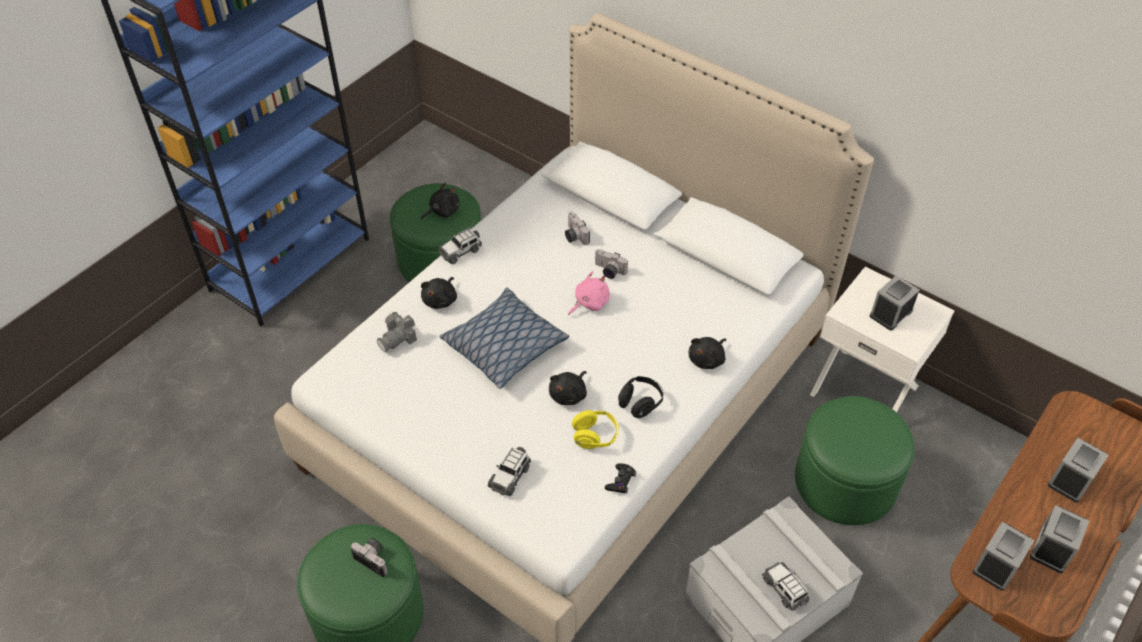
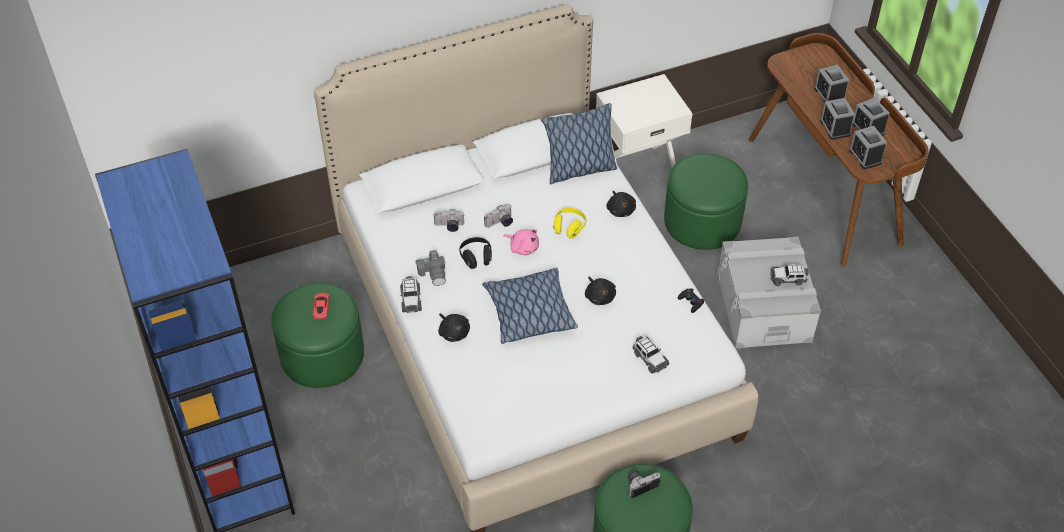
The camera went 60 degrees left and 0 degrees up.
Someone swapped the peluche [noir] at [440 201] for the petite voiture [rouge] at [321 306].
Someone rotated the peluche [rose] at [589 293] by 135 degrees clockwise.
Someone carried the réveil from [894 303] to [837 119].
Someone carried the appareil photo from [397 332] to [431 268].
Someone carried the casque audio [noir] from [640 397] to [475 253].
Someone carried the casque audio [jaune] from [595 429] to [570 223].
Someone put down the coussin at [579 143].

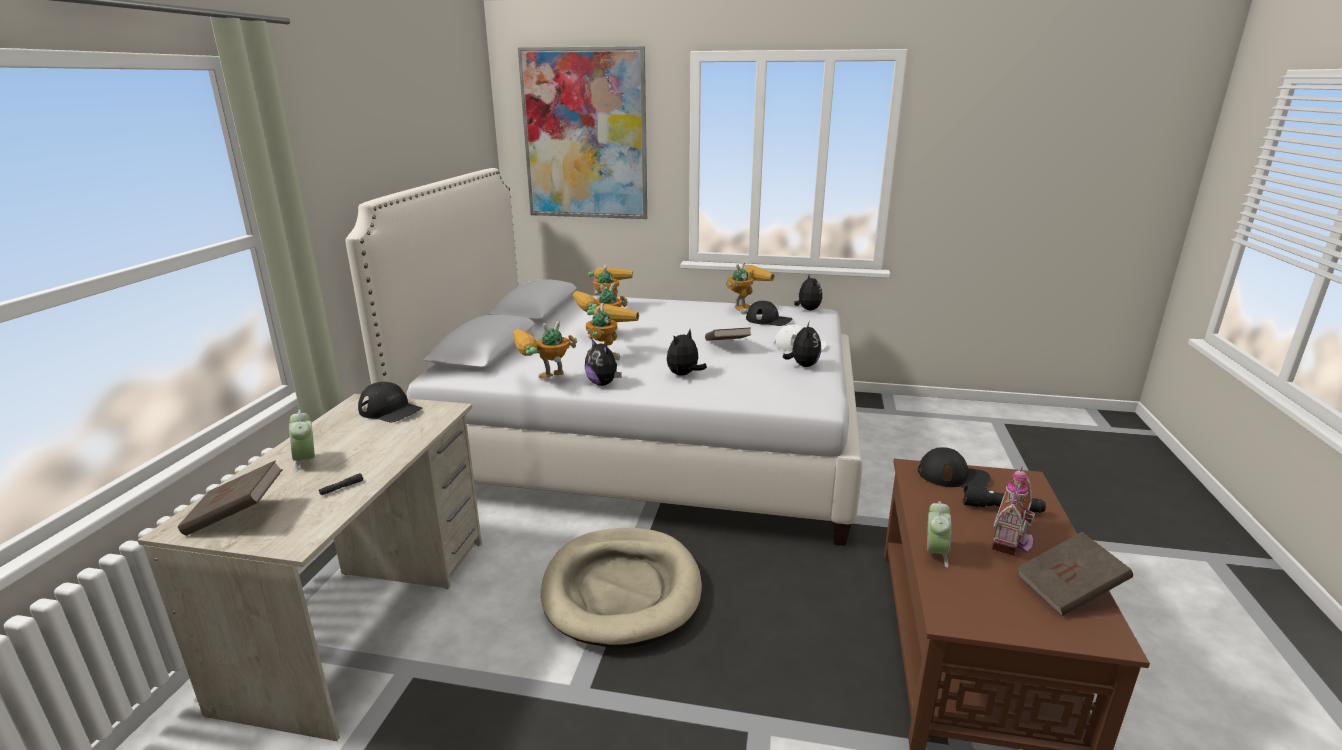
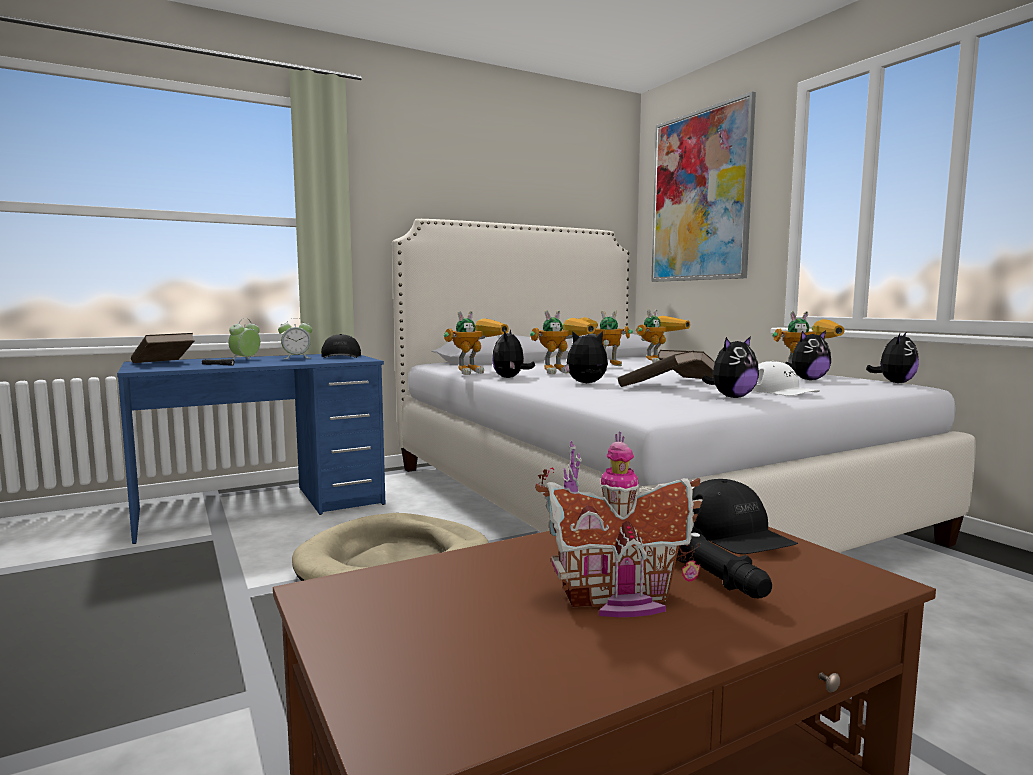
The camera went 50 degrees right and 15 degrees down.
Someone swapped the casquette [noir] at [769 313] for the peluche at [808 355].
Someone rotated the robot jouet at [545 350] by 120 degrees clockwise.
Someone repainted the bureau [beige] at [310 567], which became the bureau [bleu] at [251 449].
Someone carried the réveil from [939 534] to [295 338].
Someone carried the livre [marron] from [1075 574] to [657 368].

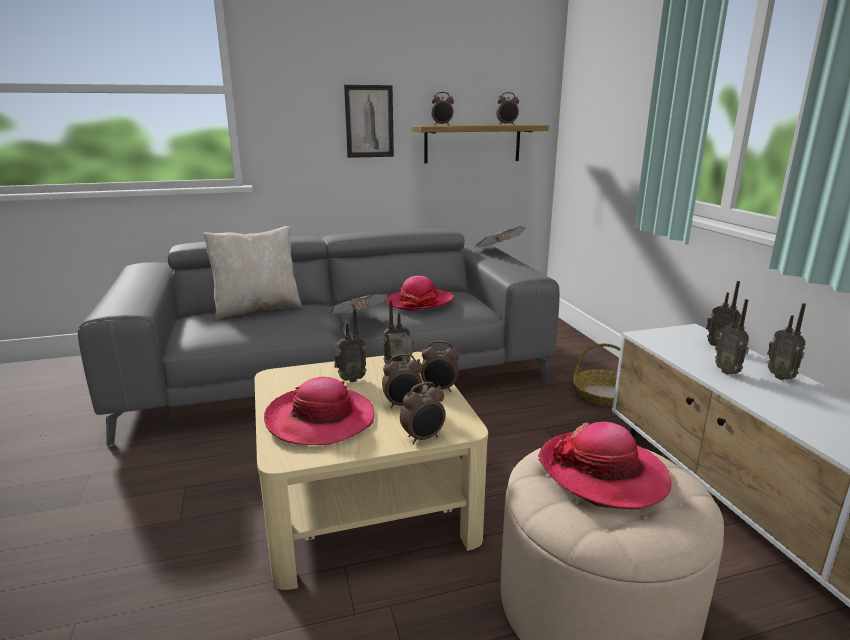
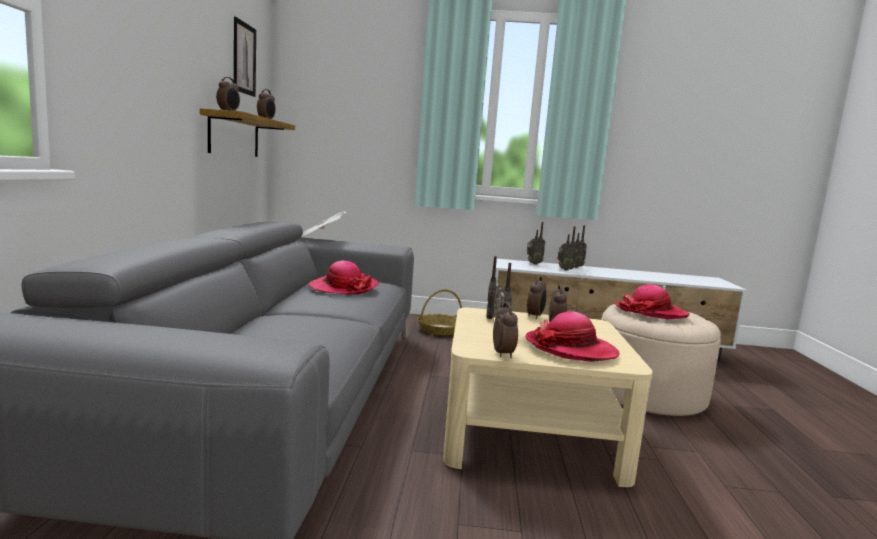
The camera went 70 degrees left and 10 degrees down.
Someone carried the tableau from [369 121] to [245 57].
Someone took away the coussin [beige] at [253 273].
Someone took away the journal at [358 304].
Someone carried the réveil from [423 413] to [505 330].

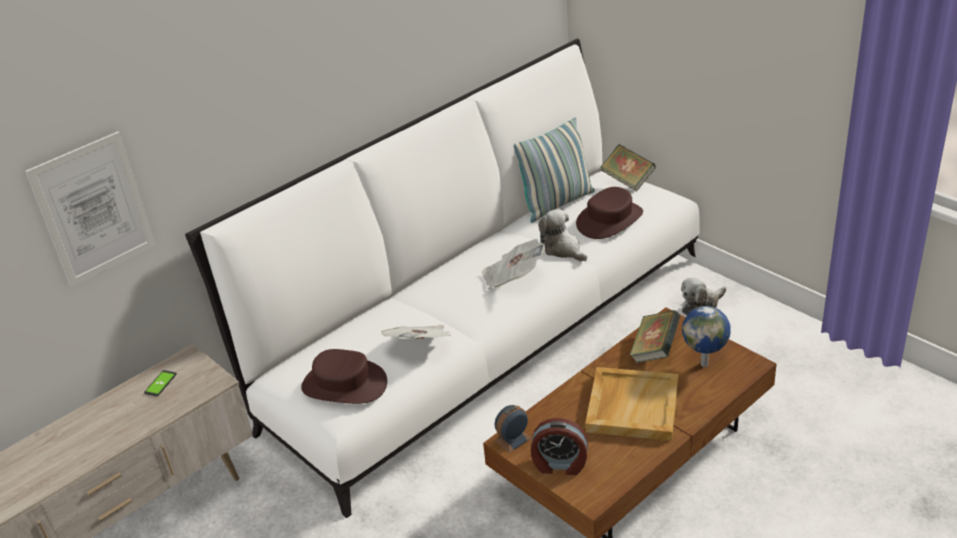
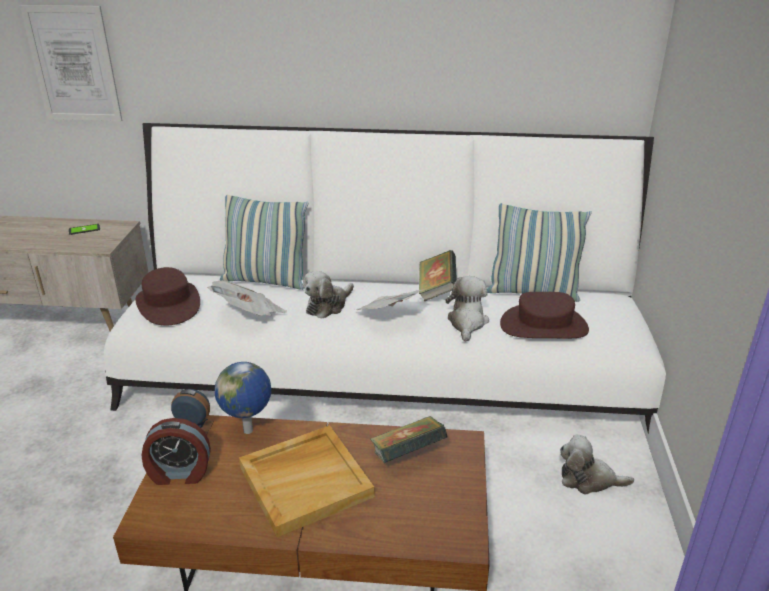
The camera went 45 degrees right and 5 degrees down.
Someone carried the livre from [628 167] to [438 275].
Someone carried the globe from [706 336] to [243 398].
Someone rotated the réveil at [559 446] by 60 degrees counterclockwise.
Someone put down the coussin at [264 242].
Someone put down the peluche at [328 294].

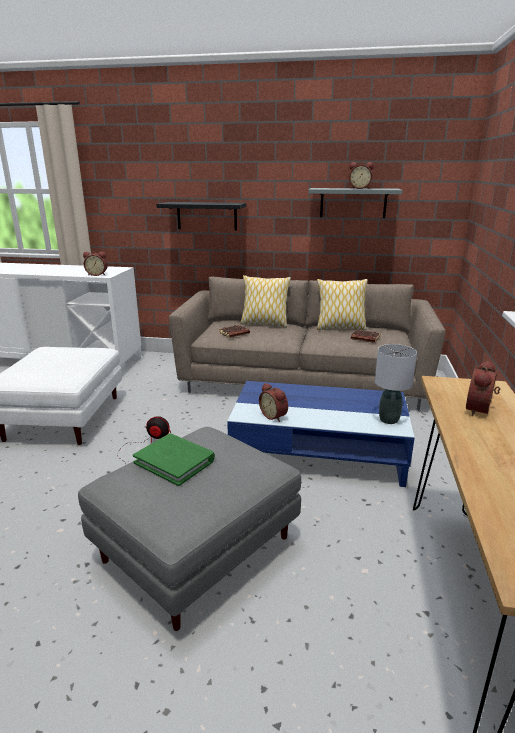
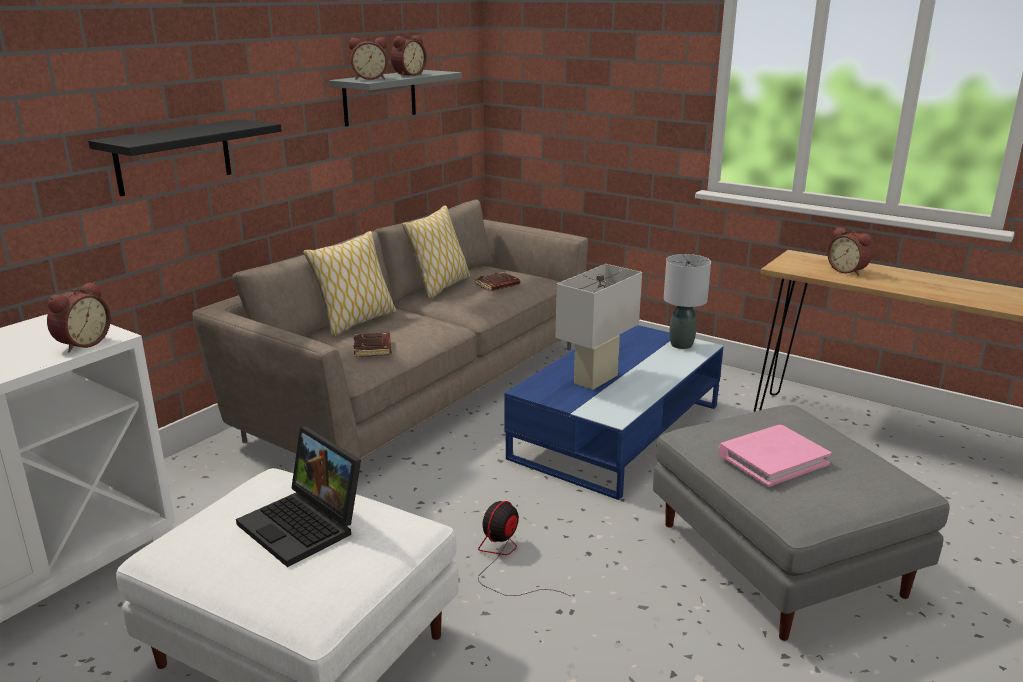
The camera went 65 degrees left and 0 degrees up.
Someone carried the réveil from [273 402] to [368 58].
Someone repainted the livre [vert] at [174 459], which became the livre [rose] at [775 456].
Someone put down the lampe de table [blanc] at [599 327].
Someone put down the ordinateur portable at [298 497].

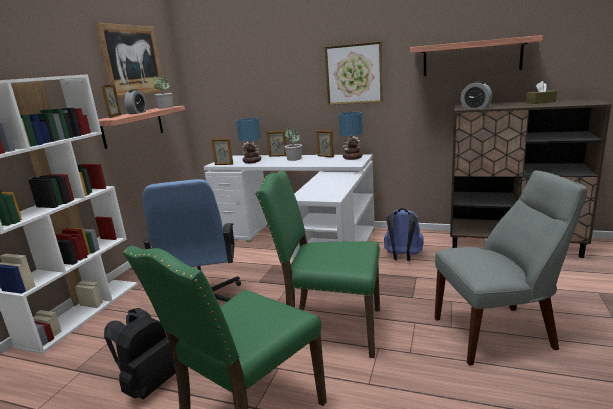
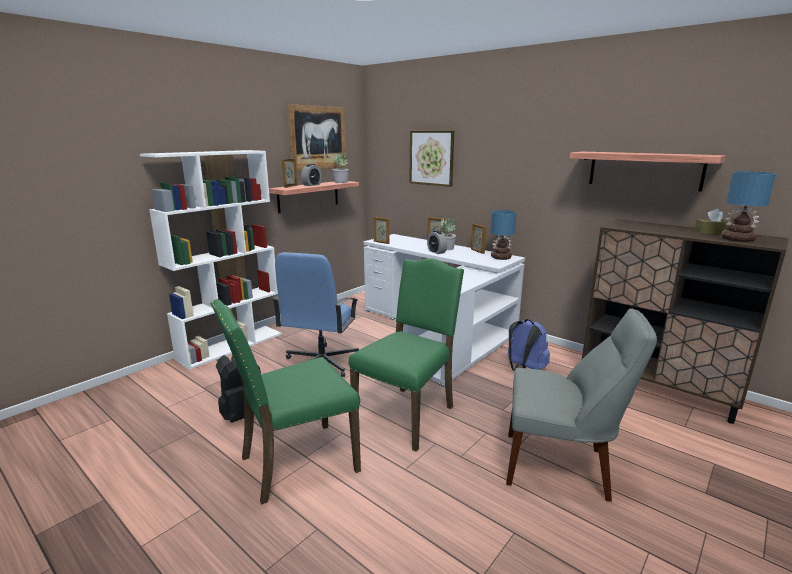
The camera went 20 degrees right and 0 degrees up.
Someone carried the tableau from [353 73] to [431 159].
Someone carried the réveil from [476 95] to [437 242].
Someone carried the lampe de table from [248 140] to [748 206].
Someone rotated the chaise [vert] at [317 264] by 90 degrees clockwise.

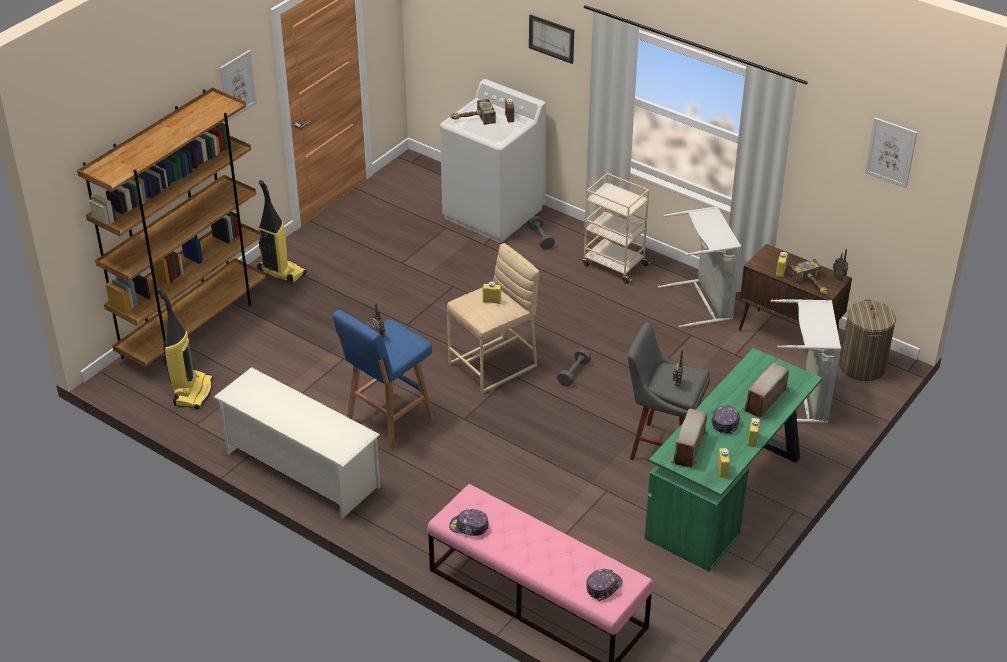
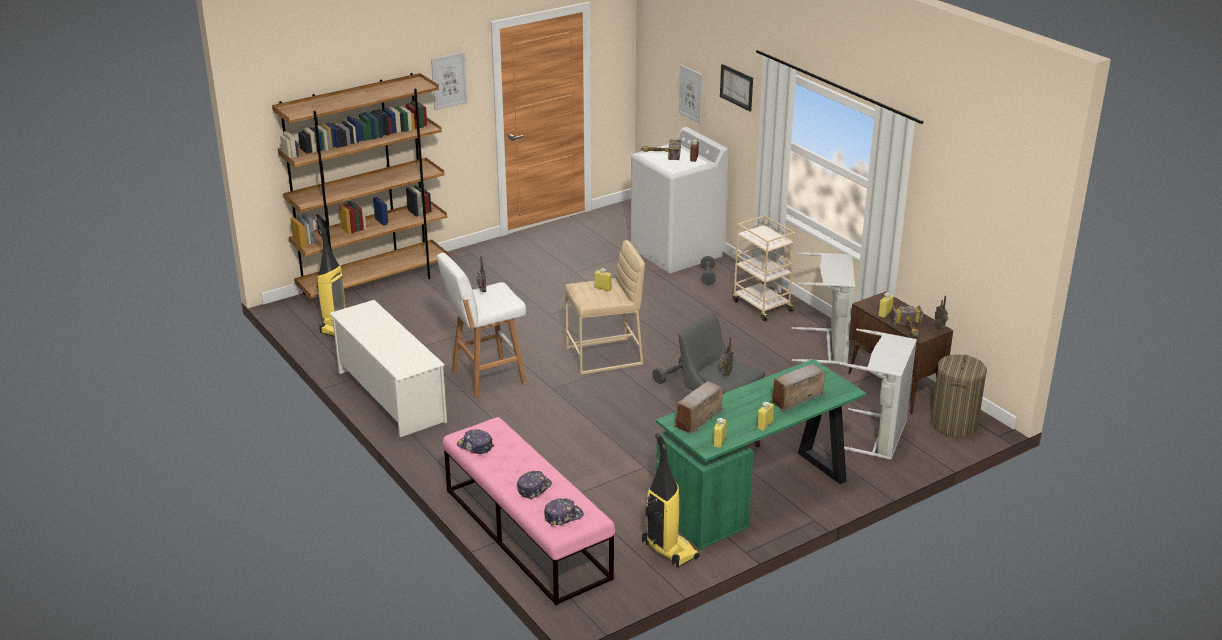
The camera went 20 degrees right and 10 degrees down.
Someone carried the tableau from [891 152] to [691 94].
Someone carried the aspirateur from [282 232] to [670 500].
Someone repainted the tabouret [bleu] at [383 380], which became the tabouret [blanc] at [482 326].
Someone carried the casquette from [725 420] to [534 485].

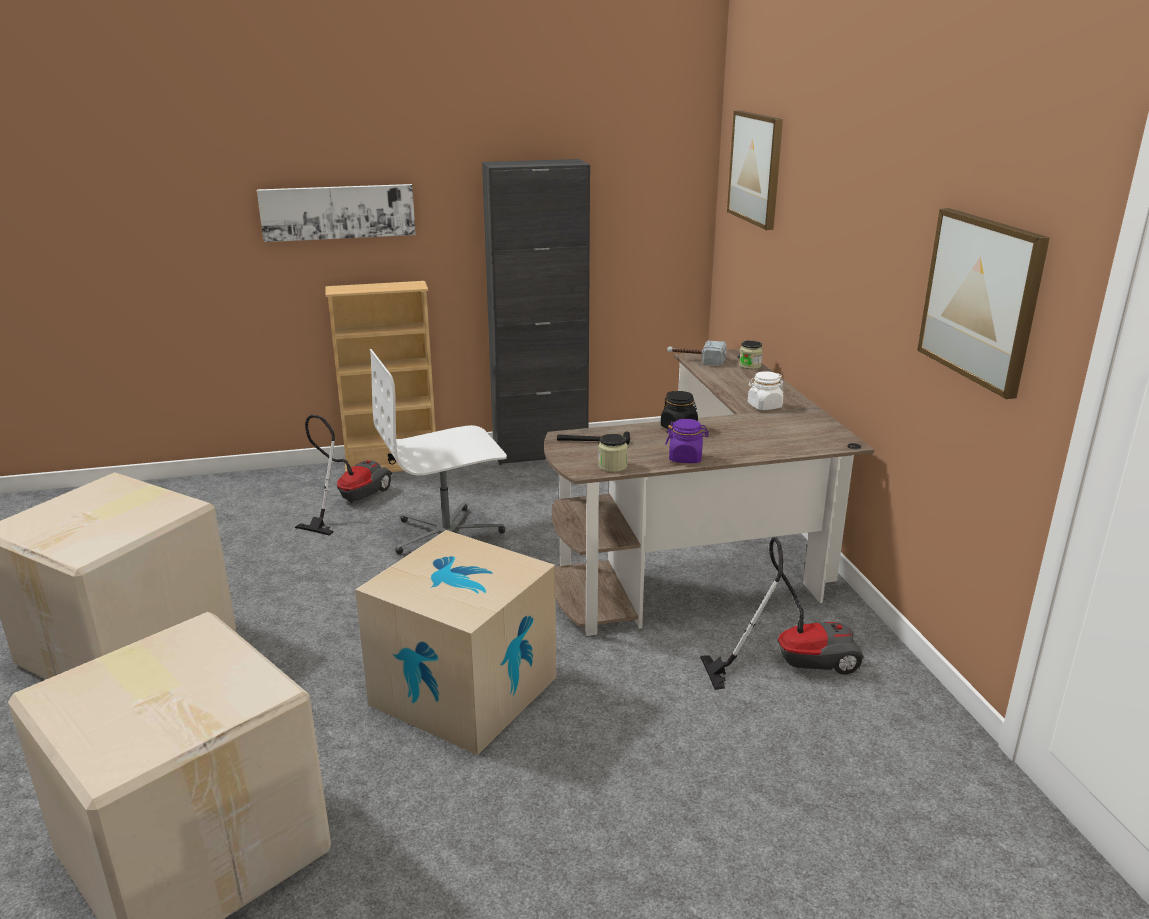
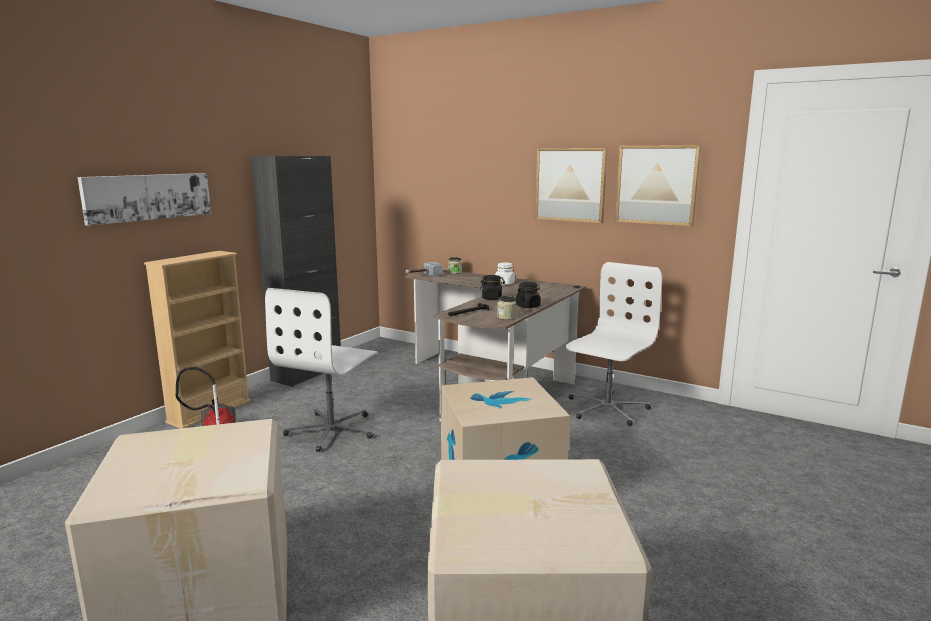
The camera went 45 degrees left and 10 degrees down.
Someone carried the tableau from [755 170] to [571 185].
Someone repainted the bocal [violet] at [687 441], which became the bocal [noir] at [528 295].
Someone swapped the aspirateur at [782 613] for the chaise de bureau [blanc] at [614 344].

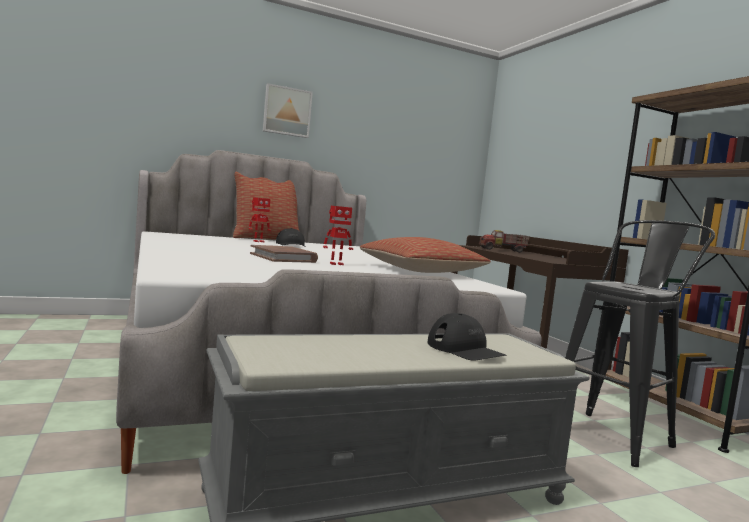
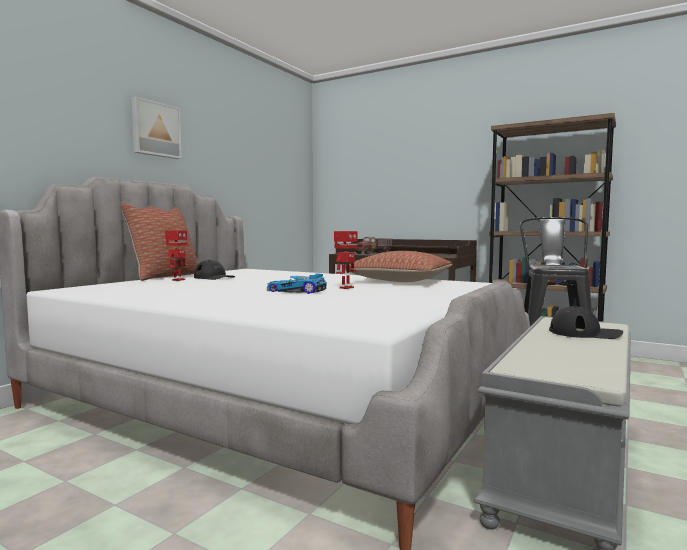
The camera went 35 degrees left and 0 degrees up.
Someone swapped the livre [marron] at [284 254] for the petite voiture at [297 283].

